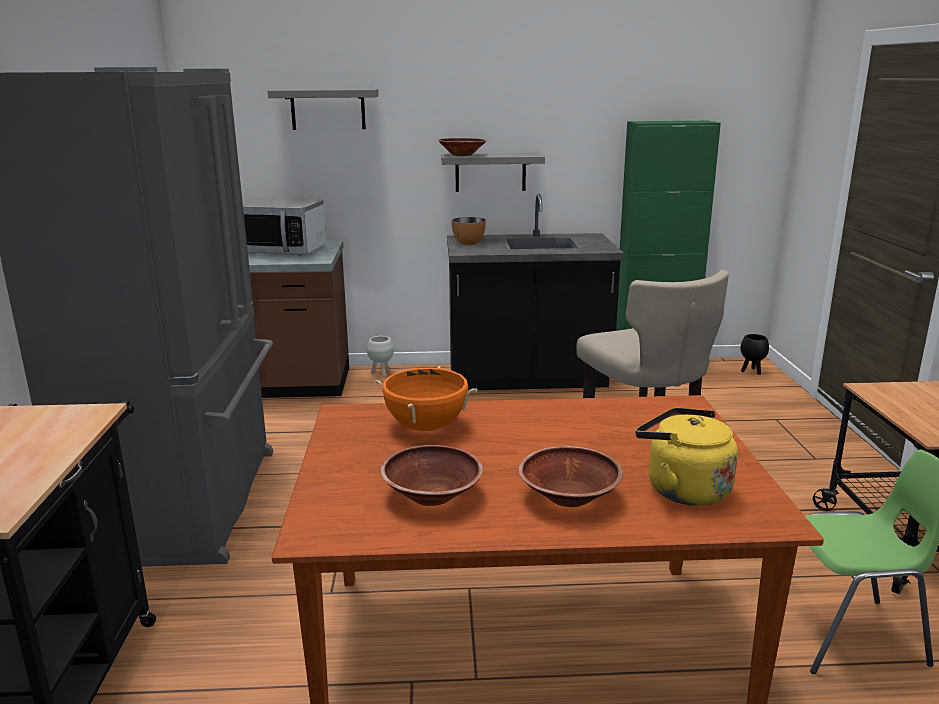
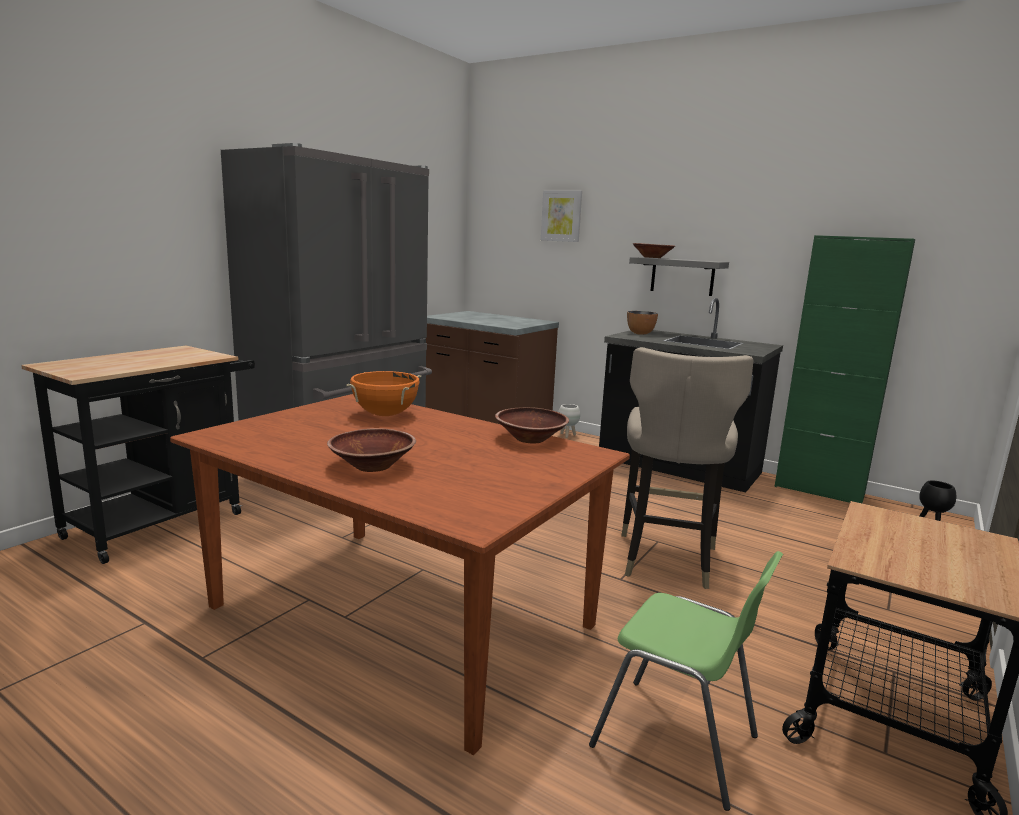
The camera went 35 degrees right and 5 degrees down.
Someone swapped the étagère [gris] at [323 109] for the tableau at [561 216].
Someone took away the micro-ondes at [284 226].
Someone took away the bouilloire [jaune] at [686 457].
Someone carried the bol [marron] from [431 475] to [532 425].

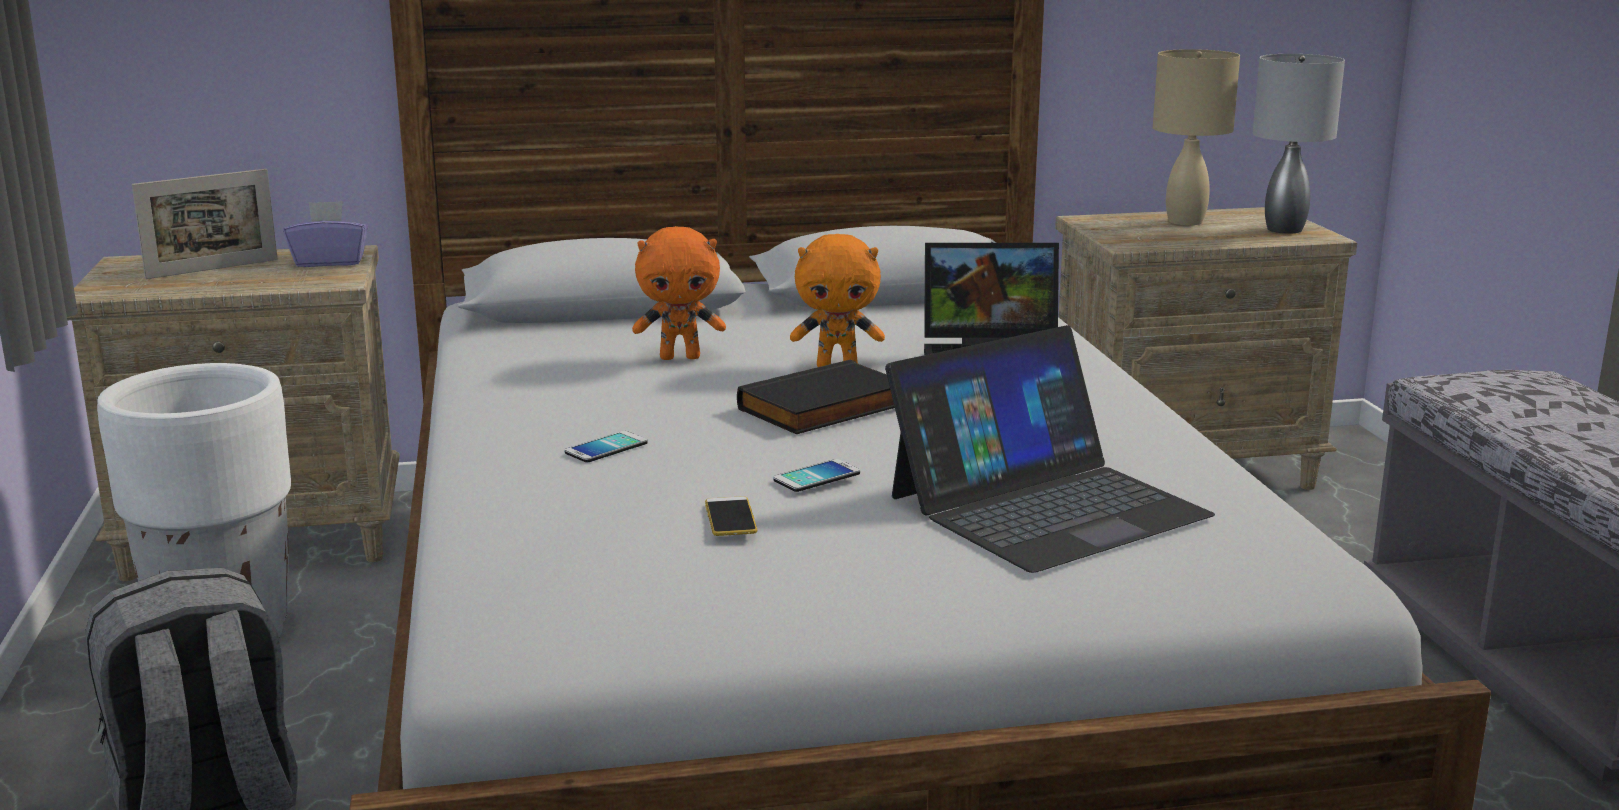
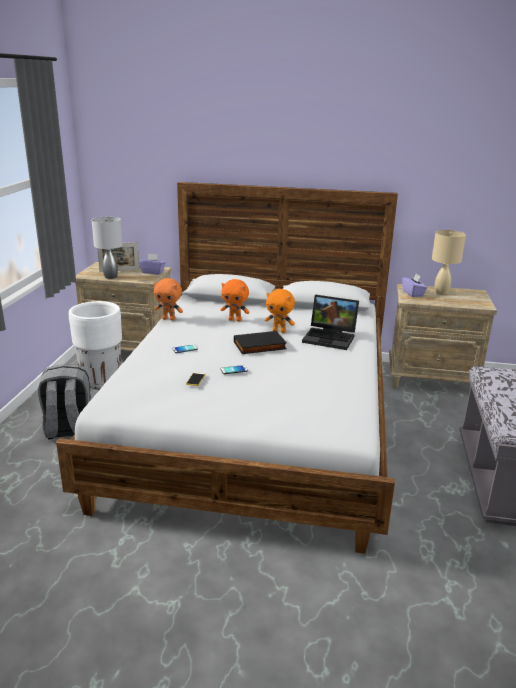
The camera went 20 degrees right and 5 degrees up.
Someone carried the lampe de table [gris] from [1299 143] to [107 248].
Someone took away the ordinateur portable at [1050 449].
Someone put down the boîte à mouchoirs [violet] at [414 285].
Someone put down the peluche [orange] at [168 299].

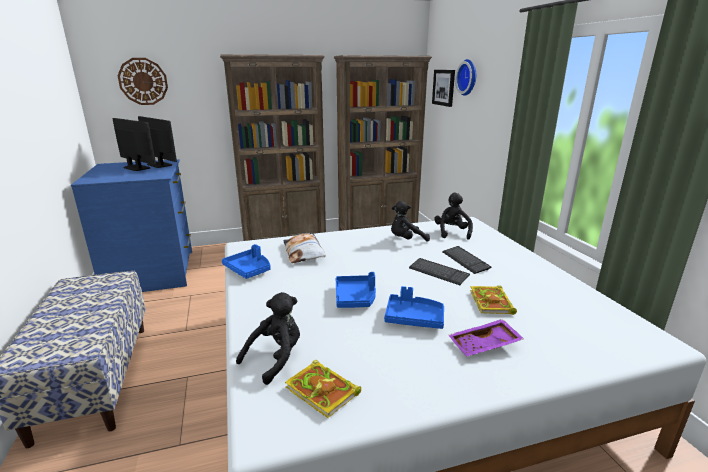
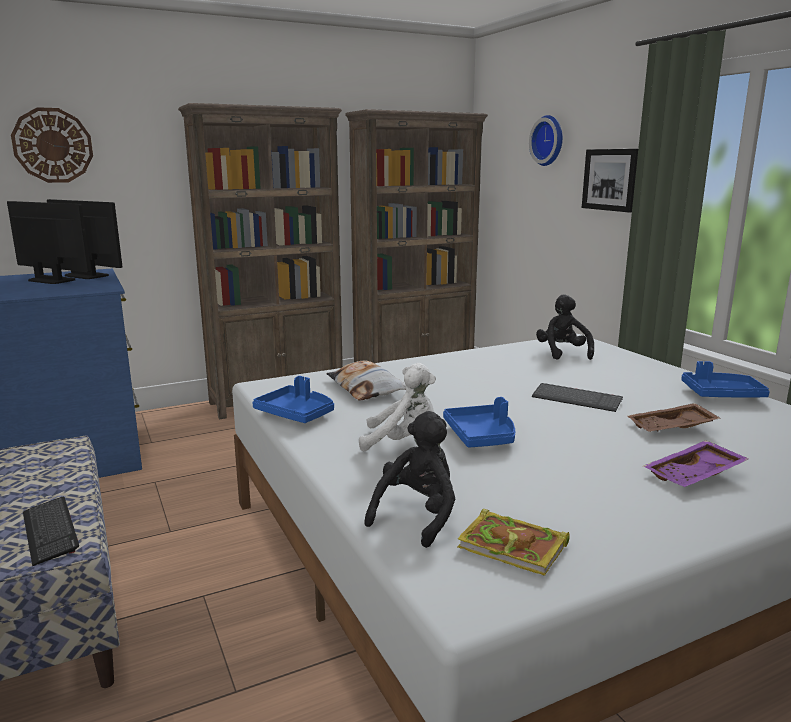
The camera went 10 degrees left and 5 degrees down.
Someone carried the tableau from [443 88] to [610 181].
Someone took away the peluche [noir] at [410 221].
Someone carried the clavier from [466 260] to [51 531].
Someone swapped the livre at [493 300] for the plateau [marron] at [673 417].
Someone carried the plateau [bleu] from [414 307] to [725 379].
Someone put down the peluche [blanc] at [397 407].

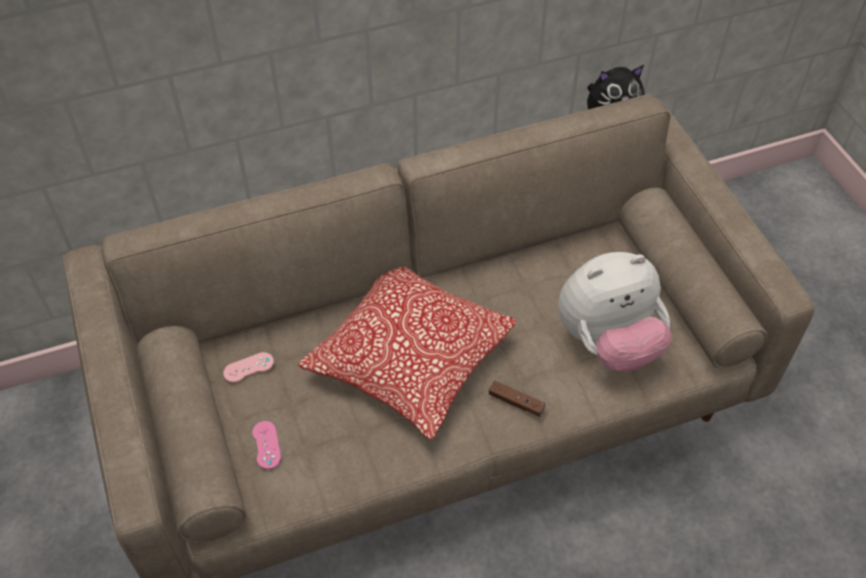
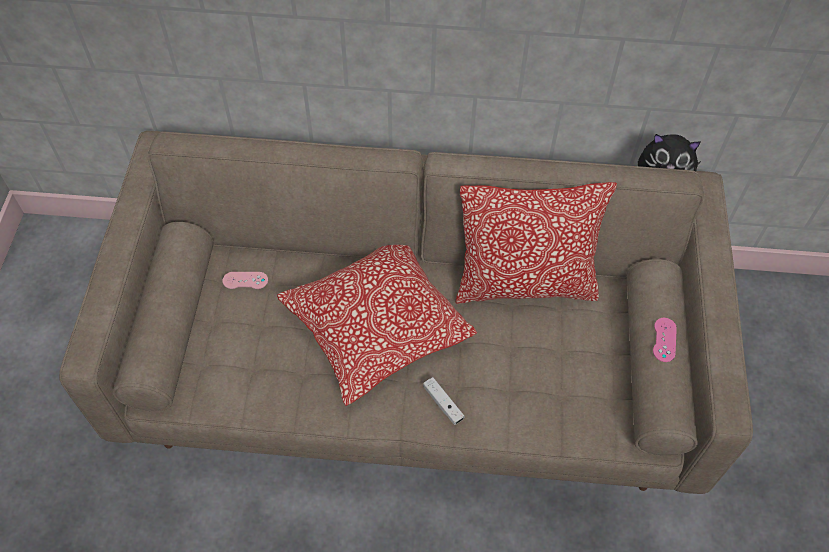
The camera went 25 degrees right and 5 degrees up.
Someone took away the peluche at [615 312].
Someone repainted the manette [marron] at [517 398], which became the manette [blanc] at [443 401].
Someone carried the manette [rose] from [266 445] to [665 340].
Someone put down the coussin at [536 243].

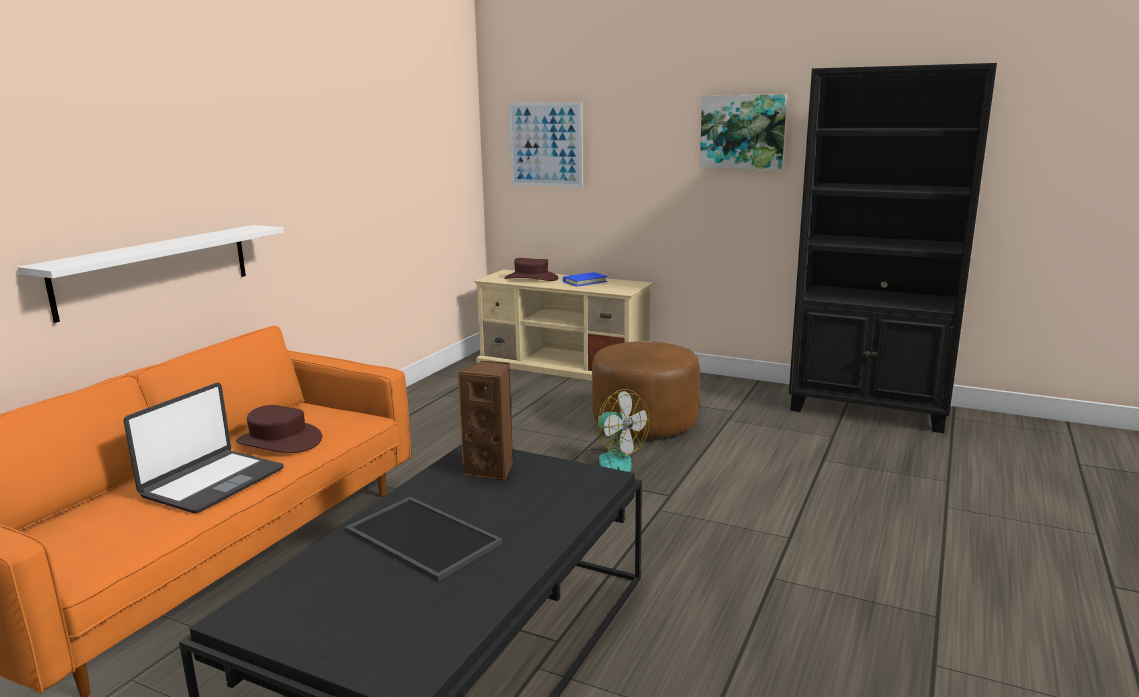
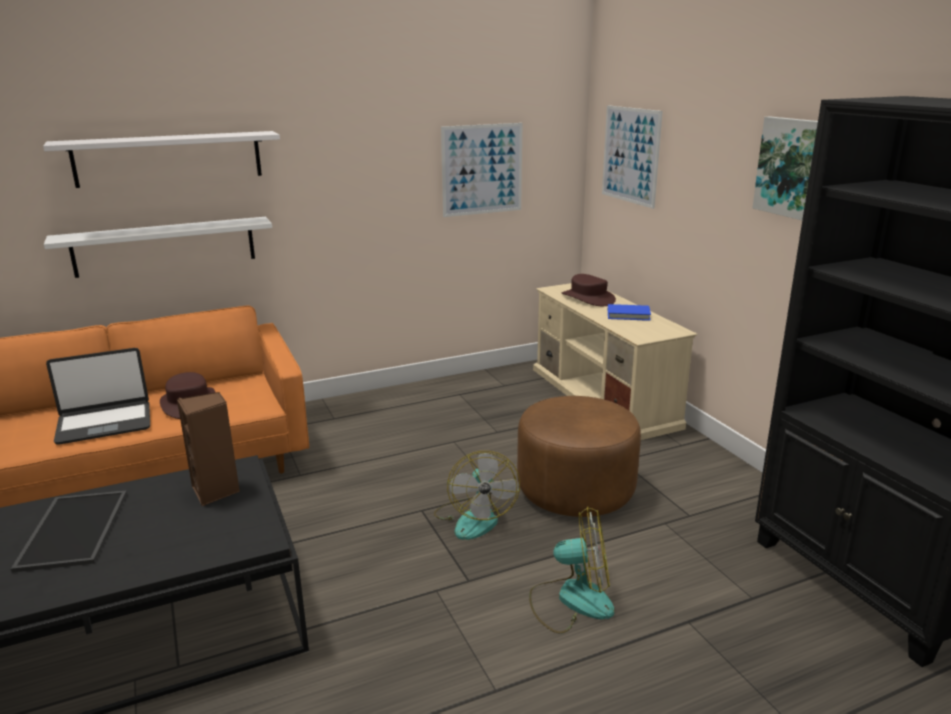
The camera went 40 degrees right and 5 degrees up.
Someone put up the tableau at [482 170].
Someone put up the étagère [blanc] at [161 159].
Someone put down the ventilateur at [571 570].

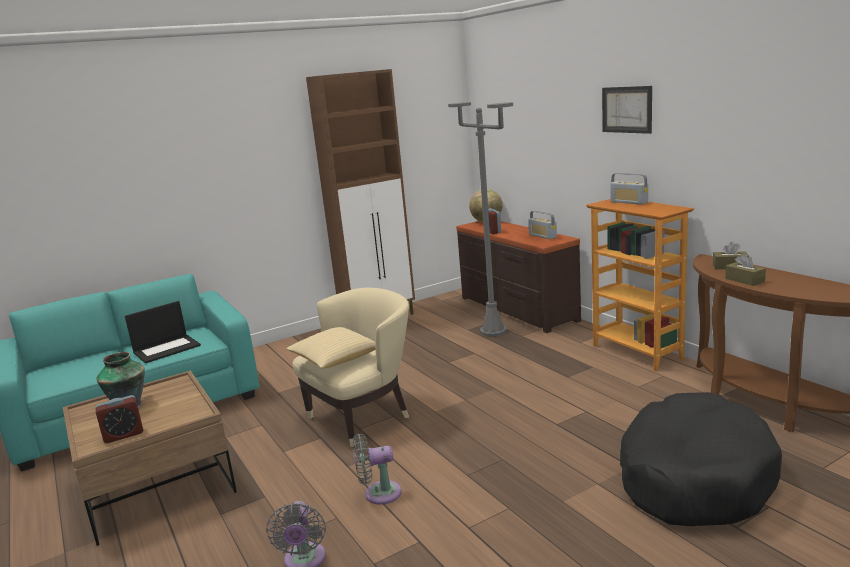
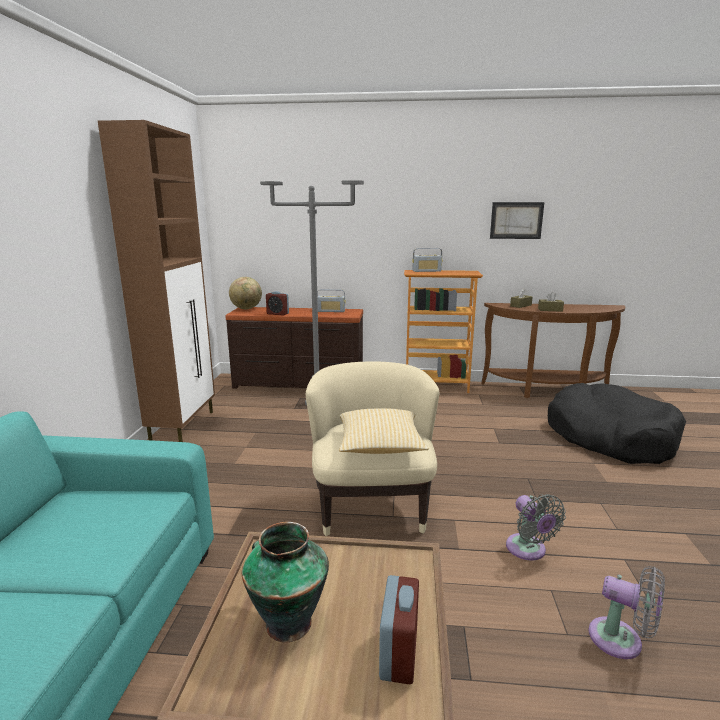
The camera went 55 degrees left and 0 degrees up.
Someone carried the tableau from [627 110] to [517 220].
Someone took away the ordinateur portable at [163 332].
Someone rotated the ventilateur [gris] at [377 469] by 45 degrees counterclockwise.

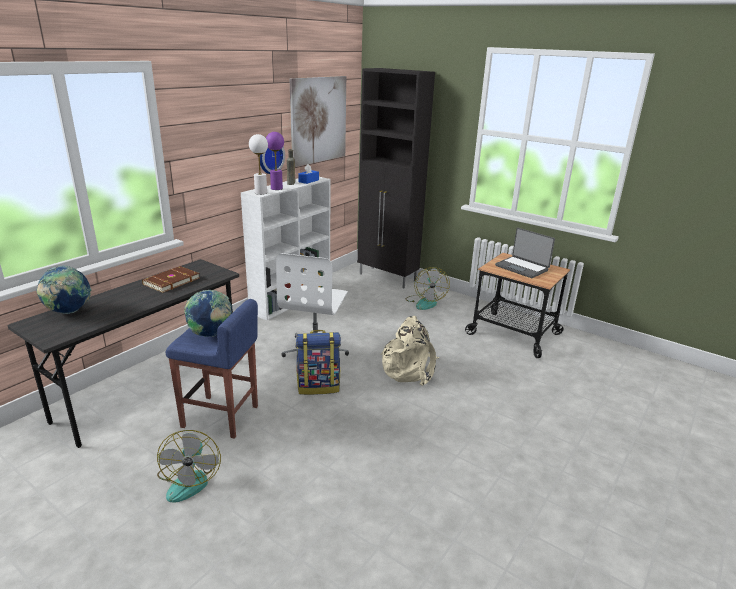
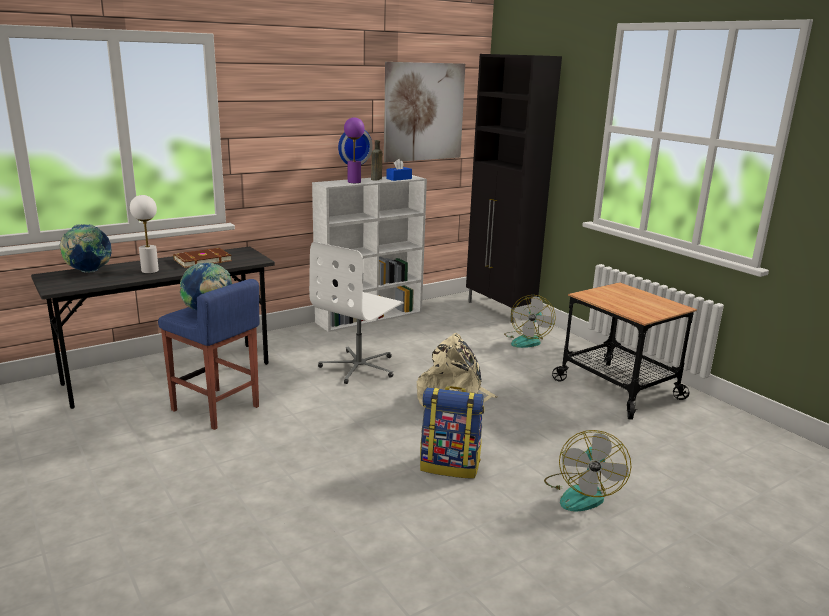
The camera went 20 degrees right and 5 degrees down.
Someone carried the lampe de table [blanc] from [258 164] to [144 234].
Someone took away the ordinateur portable at [525 253].
Someone carried the sac à dos from [318 362] to [452 432].
Someone carried the ventilateur from [189 466] to [587 470].

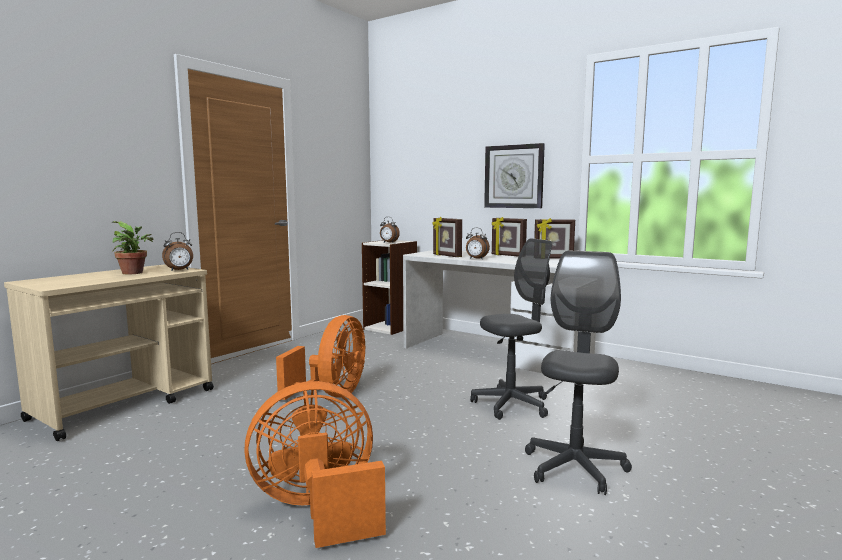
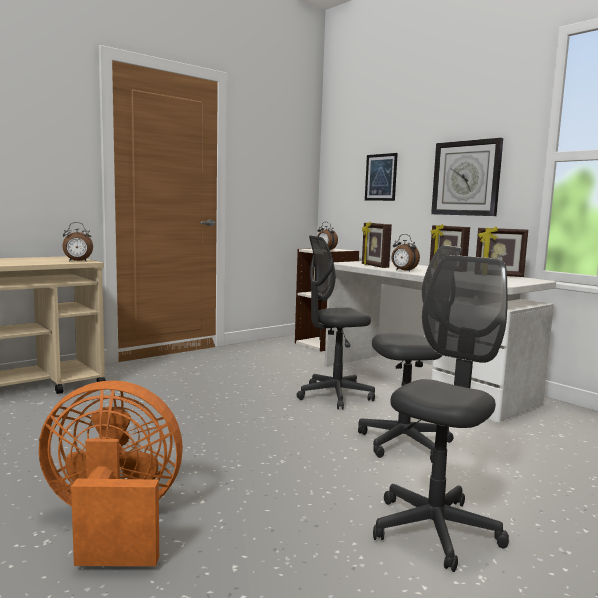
The camera went 15 degrees right and 0 degrees up.
Someone took away the plante en pot at [132 248].
Someone took away the ventilateur [orange] at [320 357].
Someone put up the tableau at [381 177].
Someone put down the chaise de bureau [gris] at [336 323].

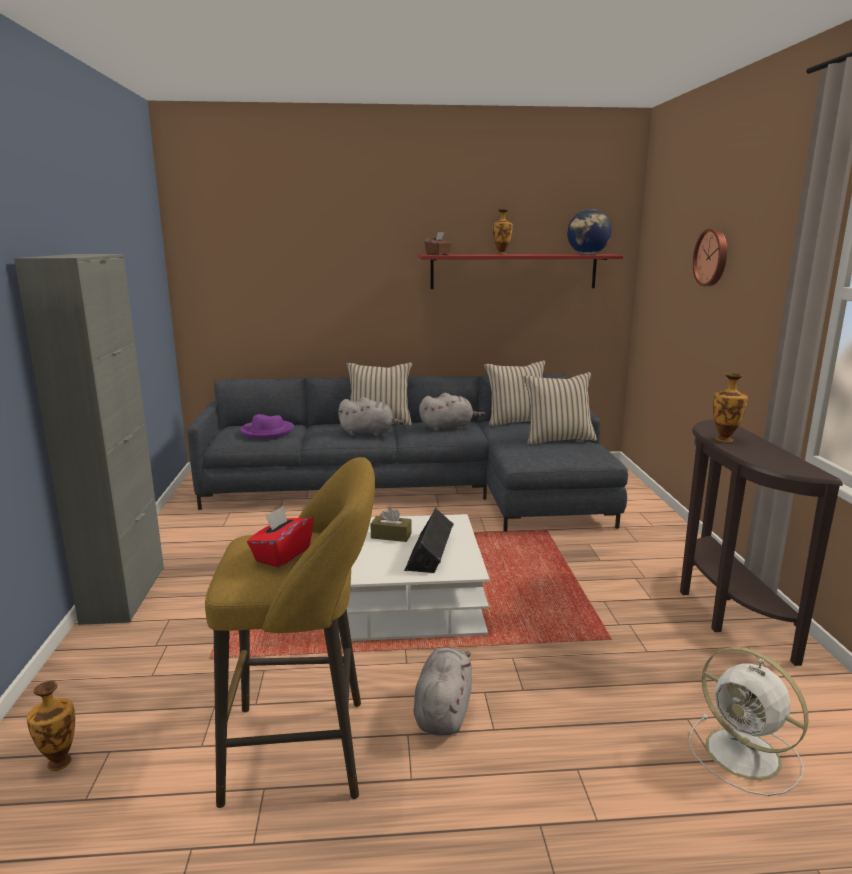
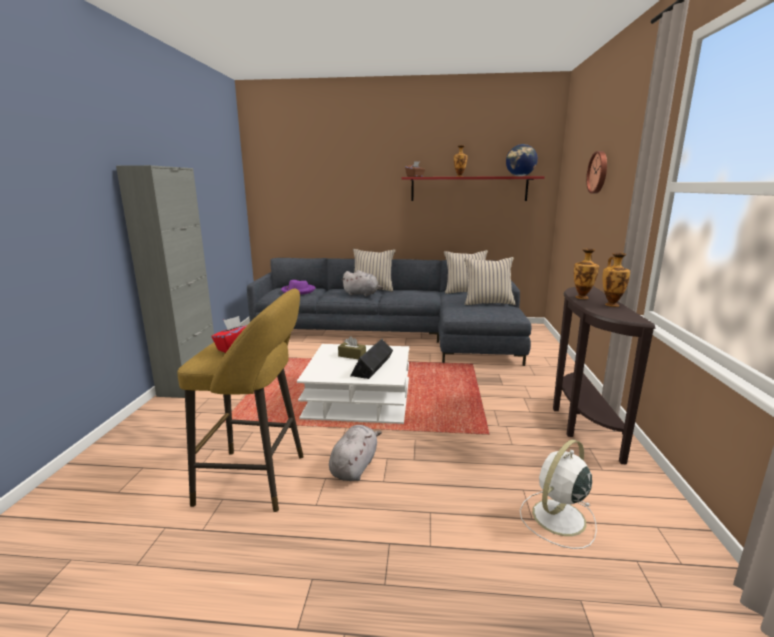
The camera went 10 degrees right and 0 degrees up.
Someone took away the peluche [gris] at [452 412].
Someone rotated the ventilateur [blanc] at [748 721] by 75 degrees clockwise.
Someone carried the vase from [51 726] to [616 280].

